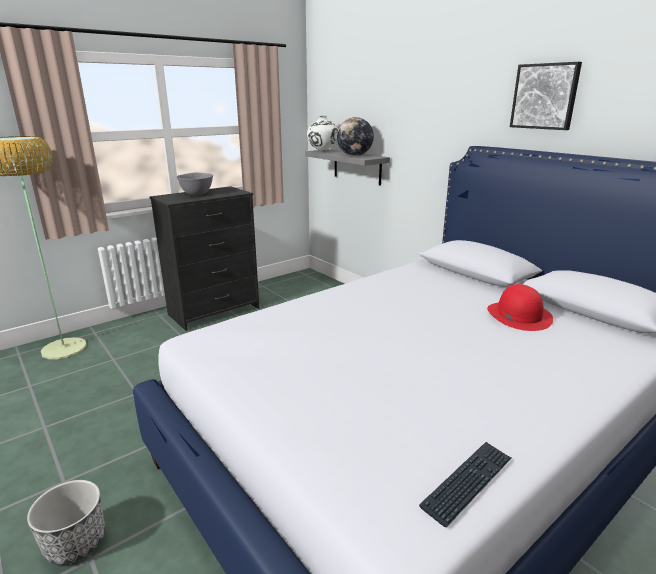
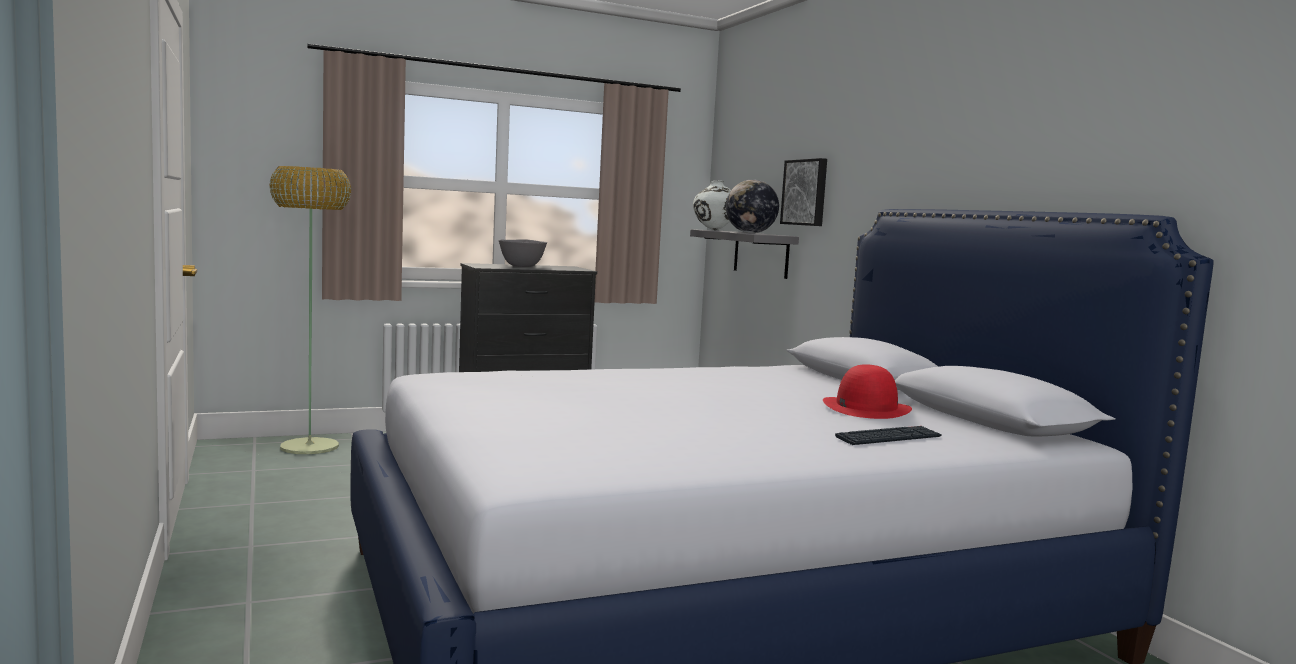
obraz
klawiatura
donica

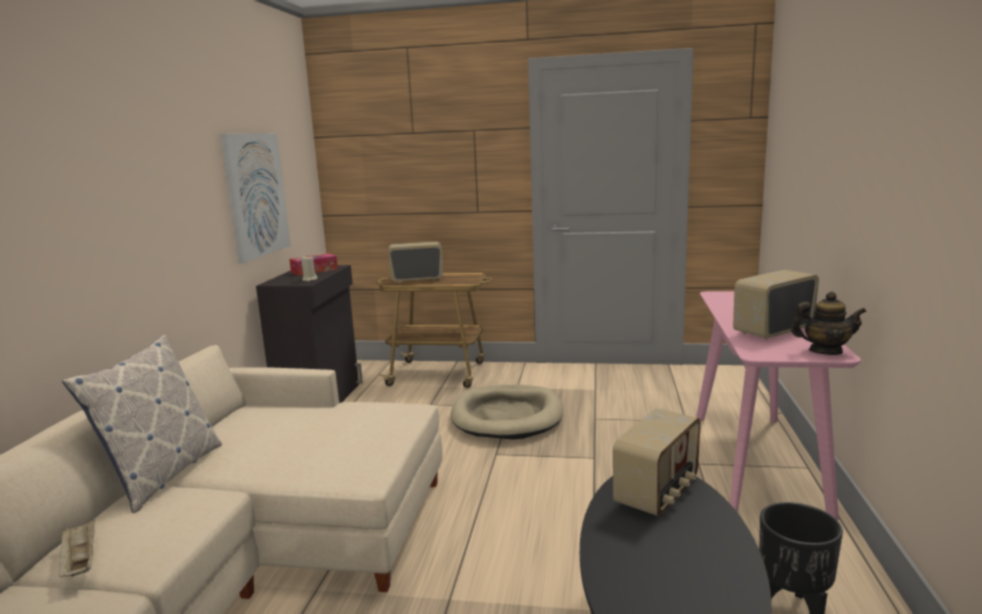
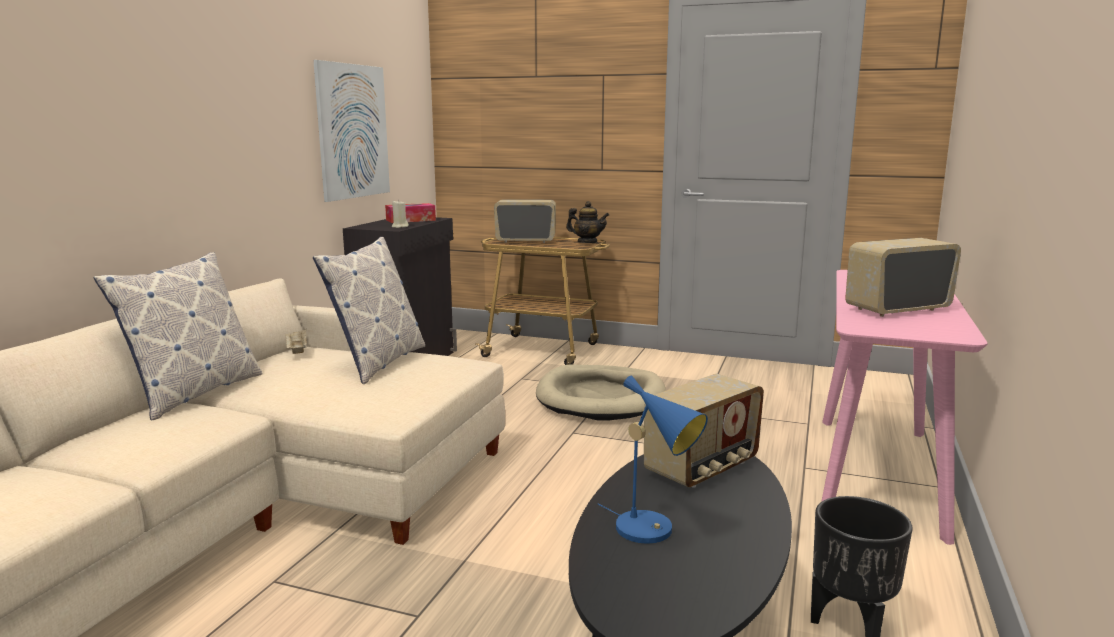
imbryk
taca [beżowy]
poduszka (no. 2 from left)
lampa stołowa [niebieski]

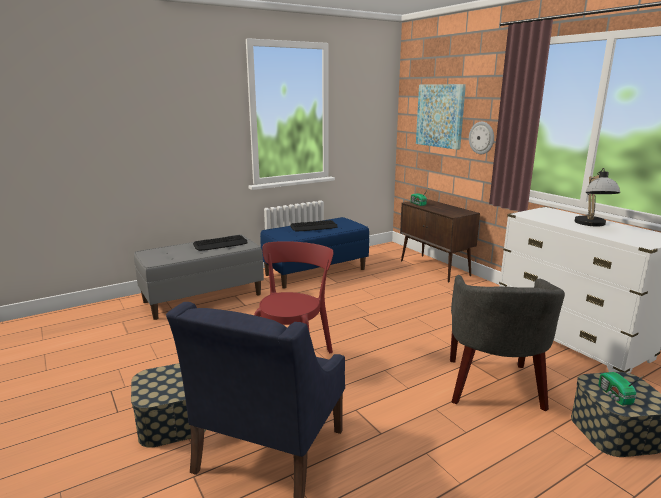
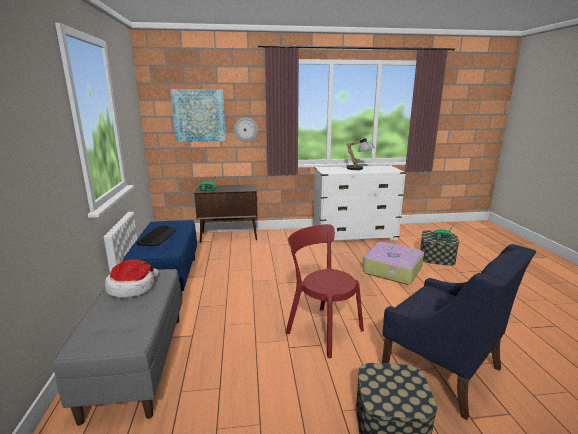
kapelusz
walizka

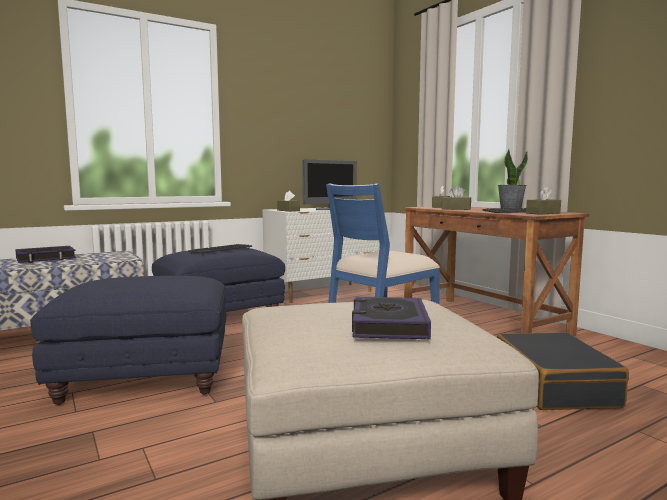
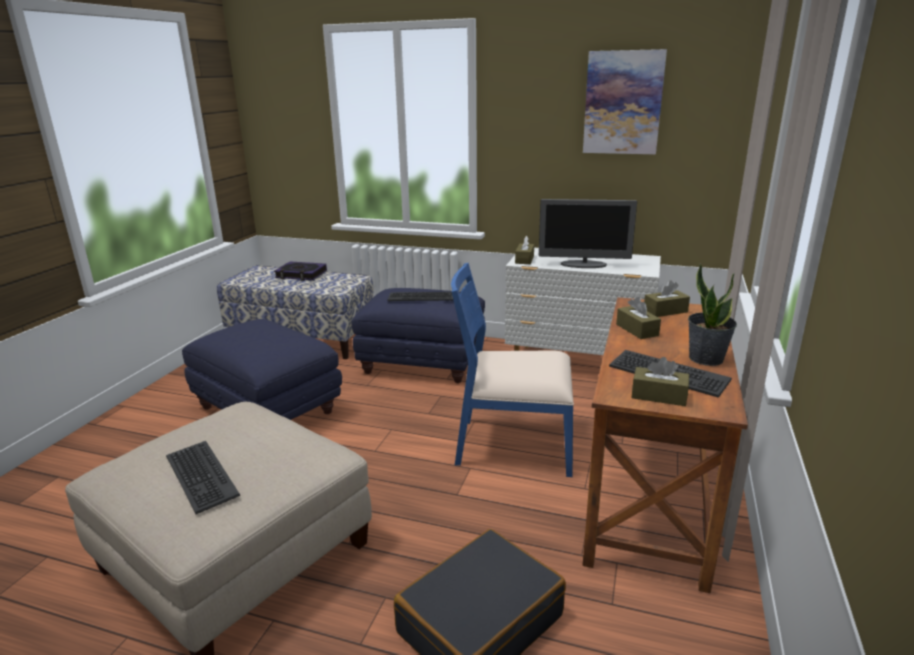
klawiatura (no. 1 from left)
obraz

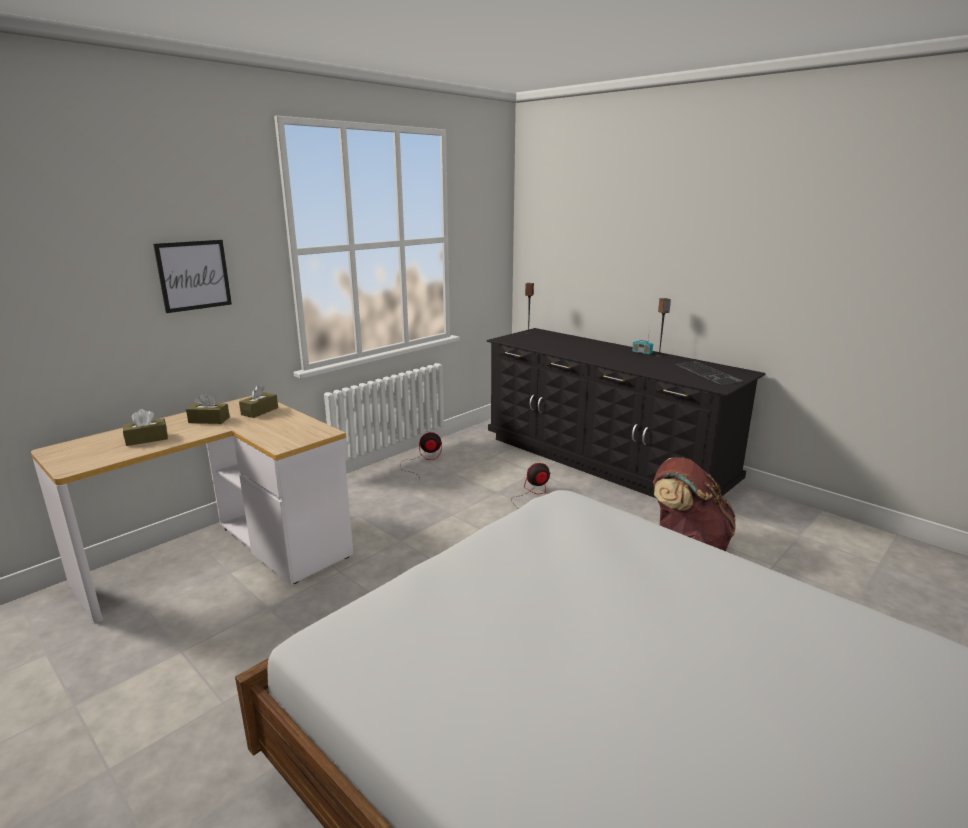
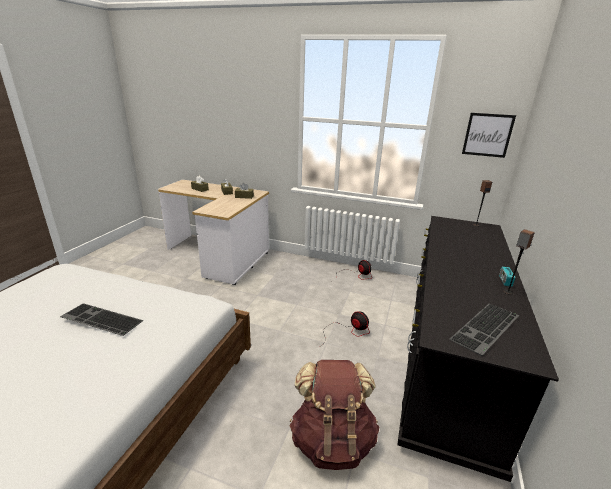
obraz
klawiatura (no. 1 from left)

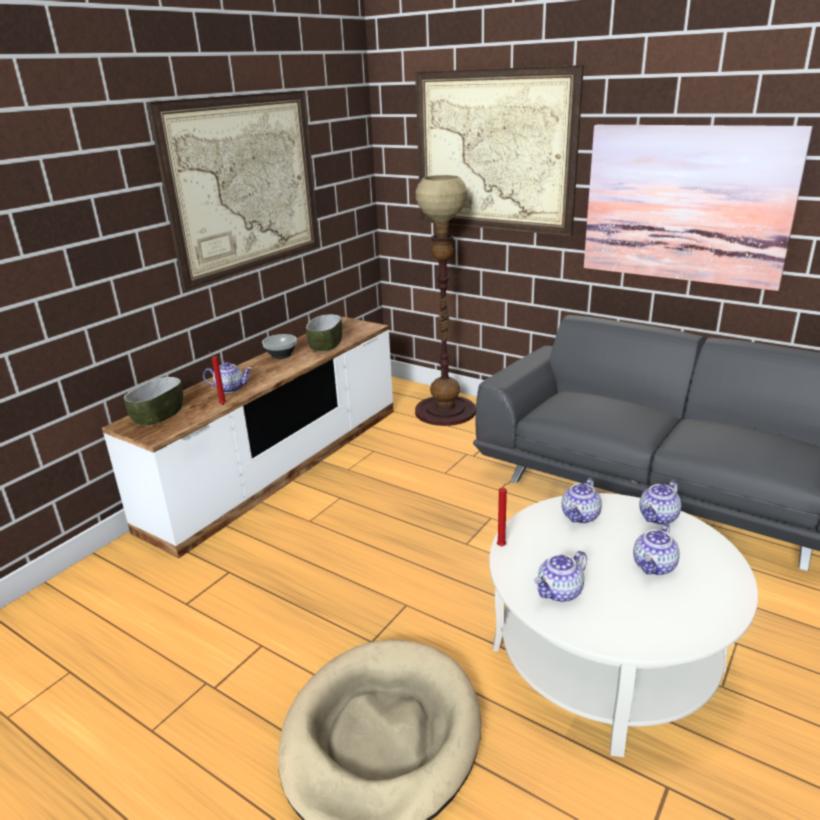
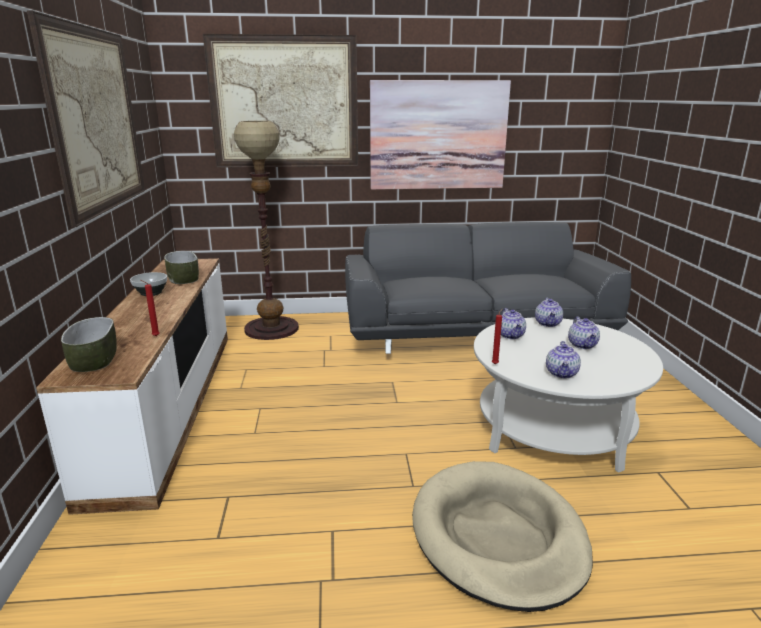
imbryk (no. 1 from left in the first image)

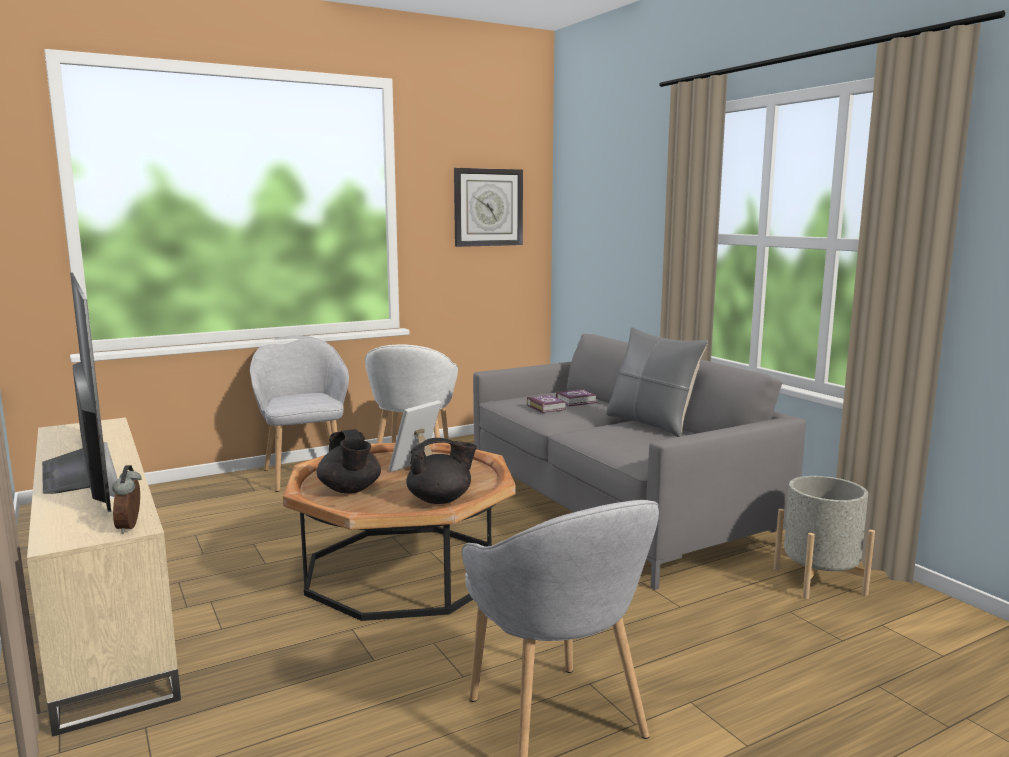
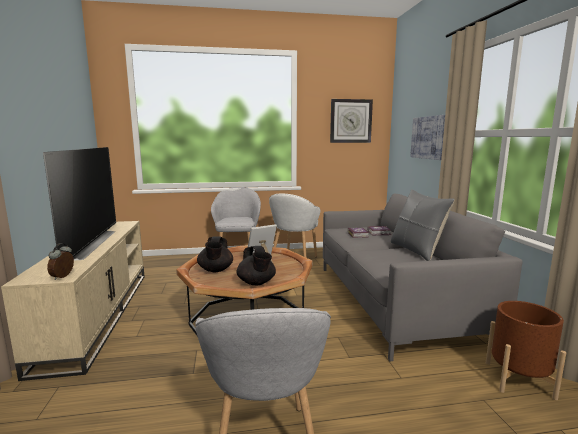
imbryk [czarny] (no. 2 from left)
donica [brązowy]
obraz

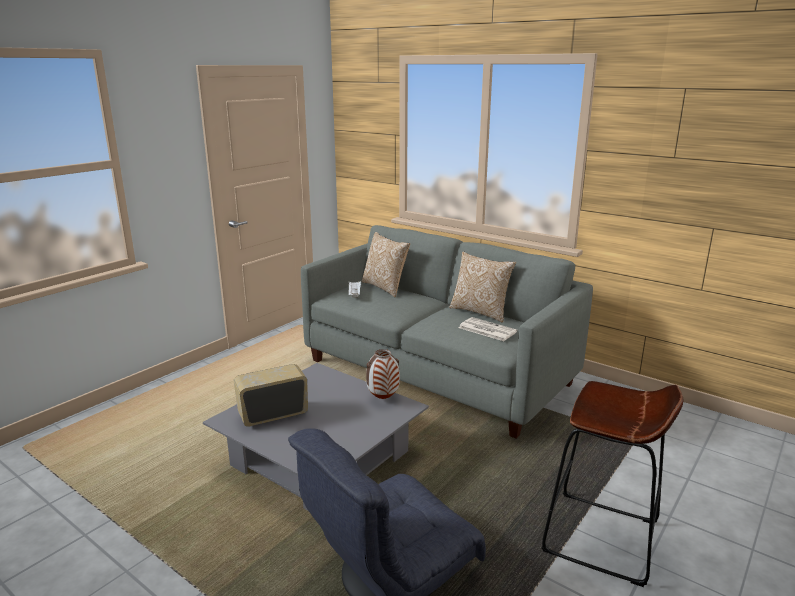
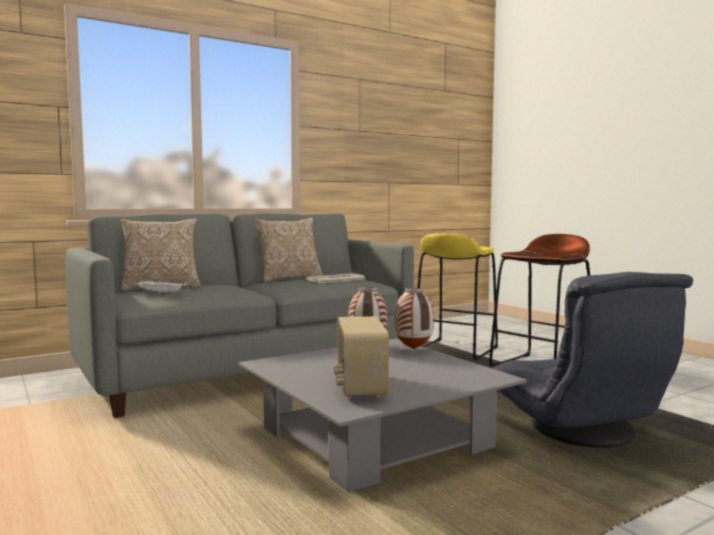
stołek [żółty]
wazon (no. 2 from left)

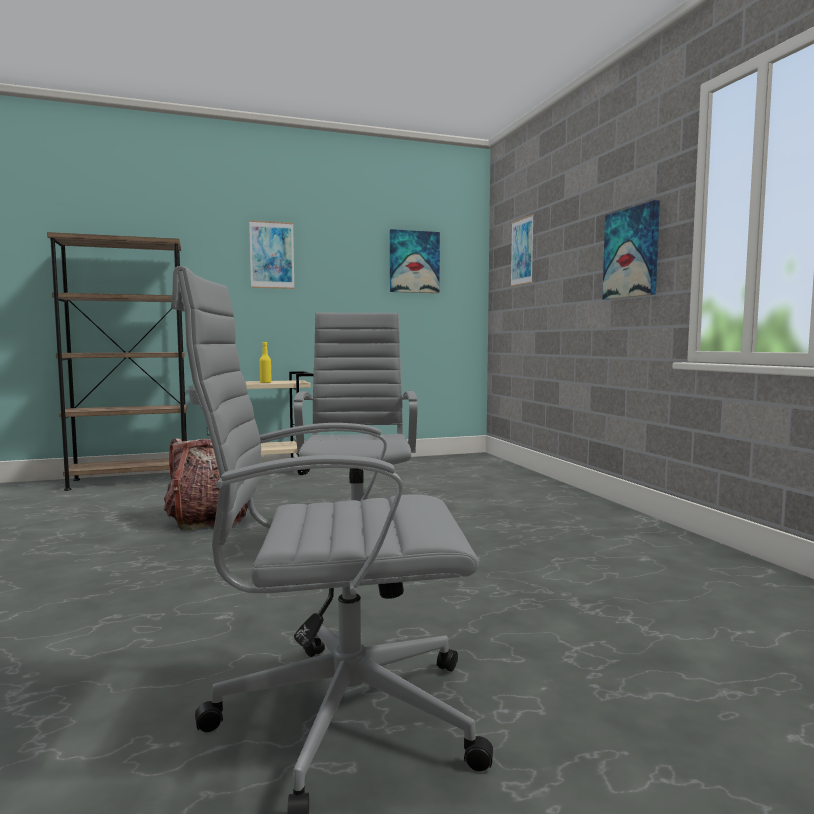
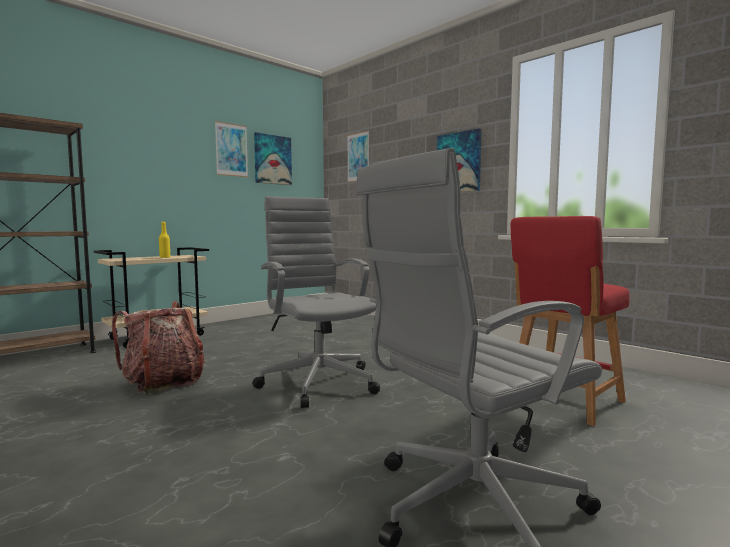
obraz (no. 1 from left)
stołek [czerwony]

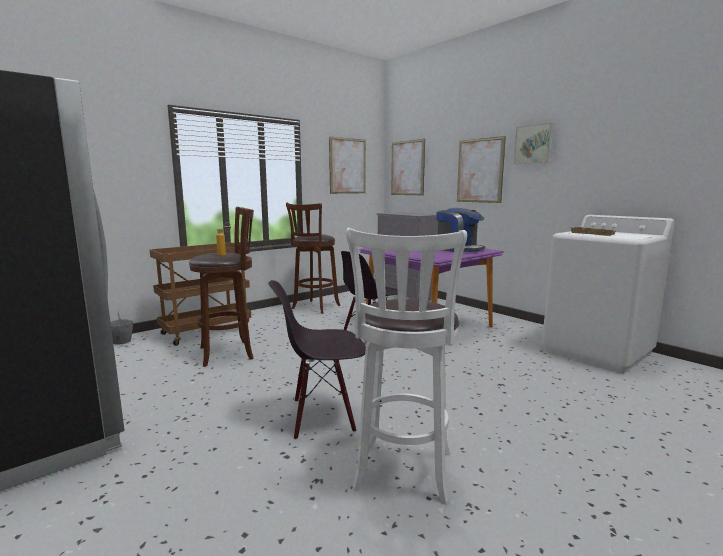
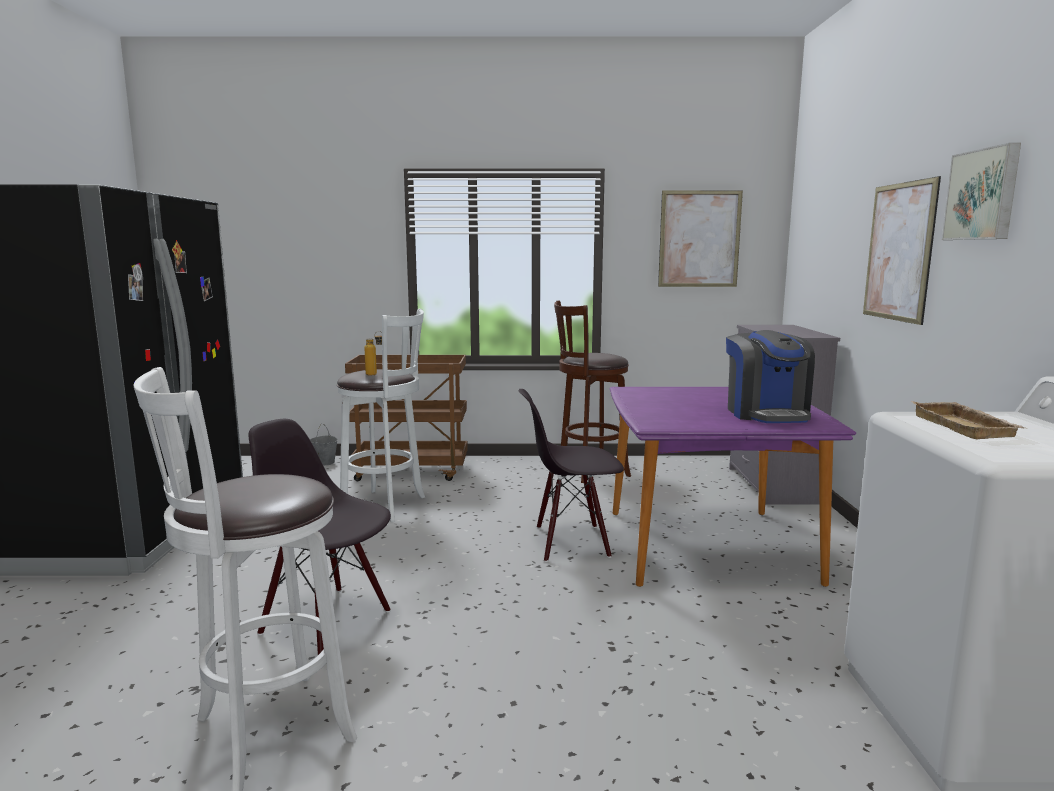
obraz (no. 2 from left in the first image)
stołek [biały] (no. 2 from left)

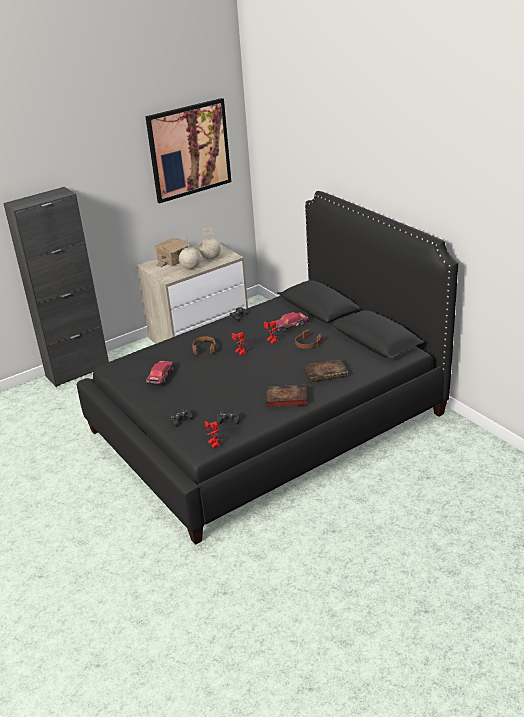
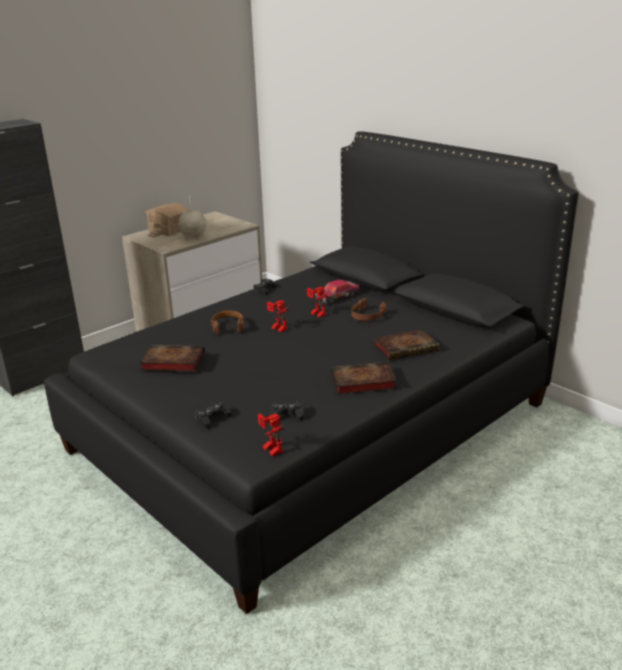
obraz
globus (no. 2 from left in the first image)
książka (no. 1 from left)

